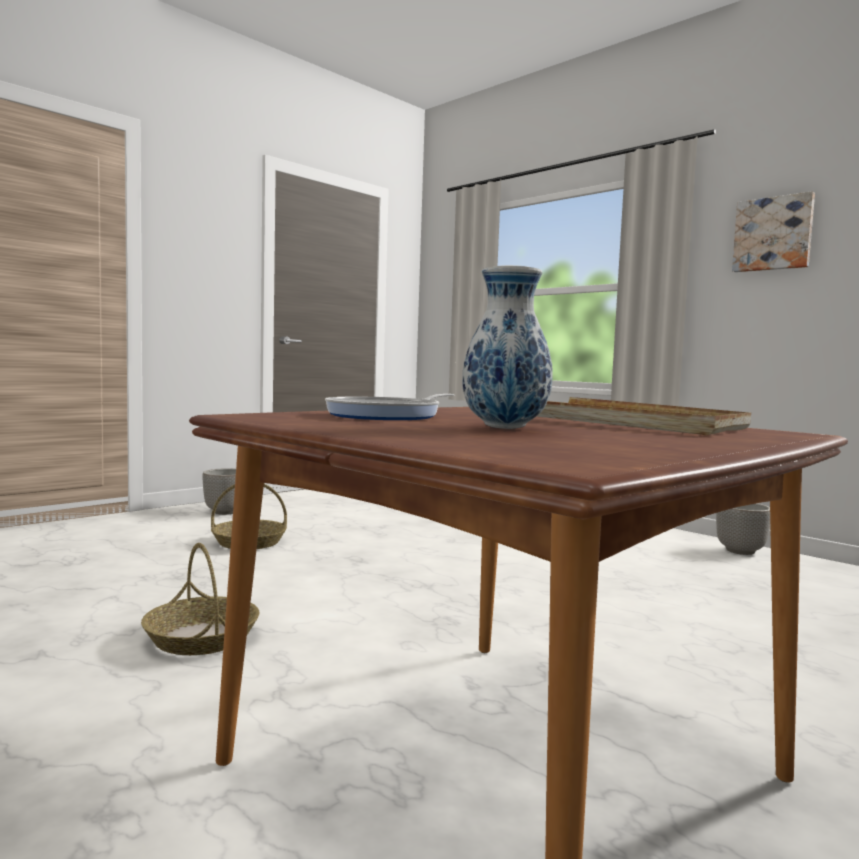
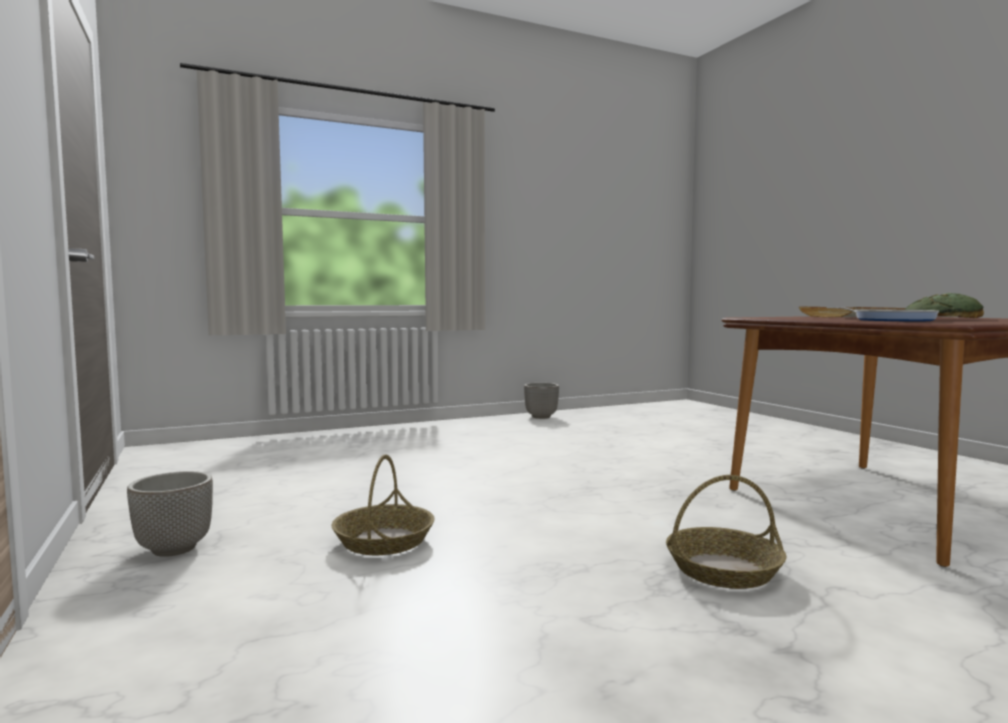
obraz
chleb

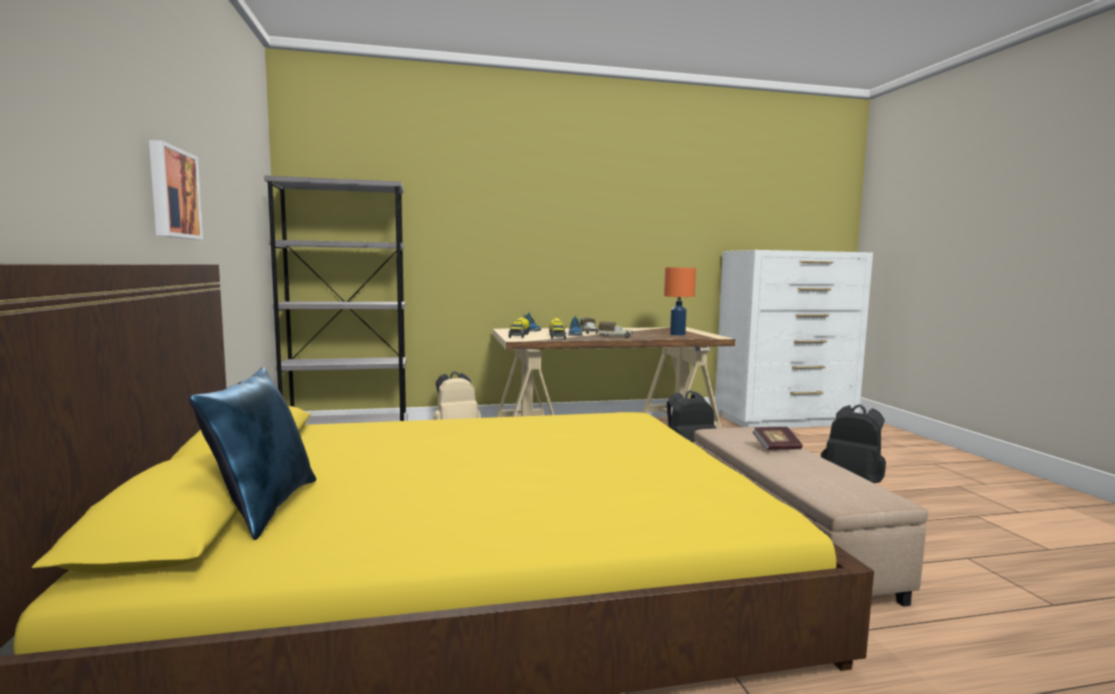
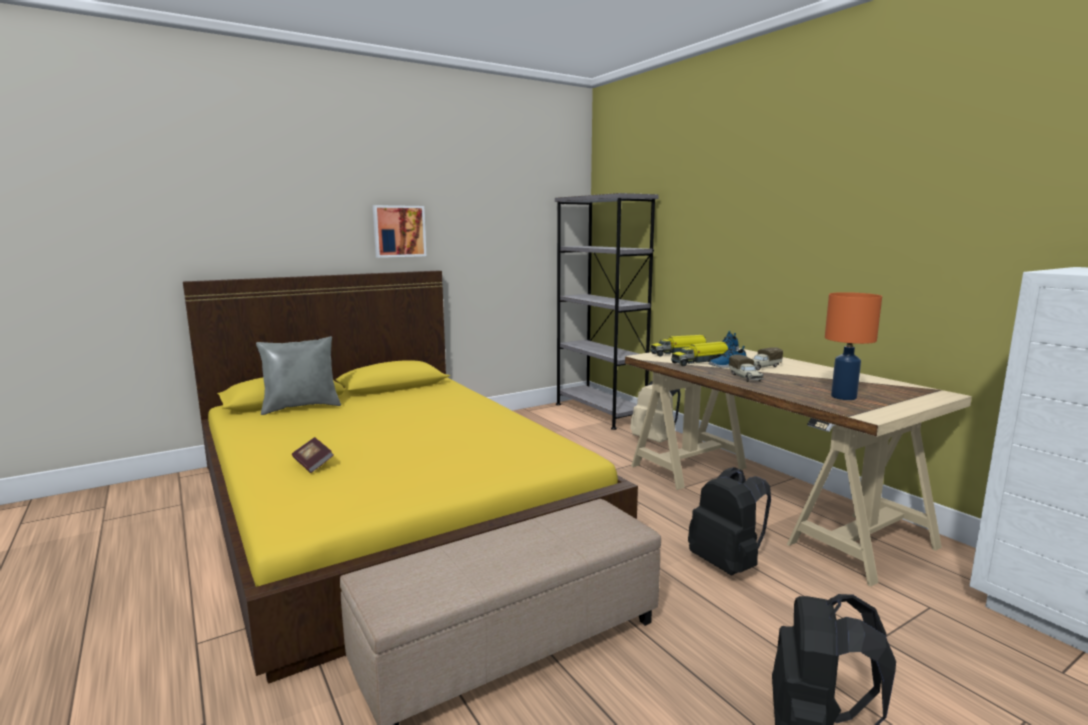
poduszka [szary]
książka

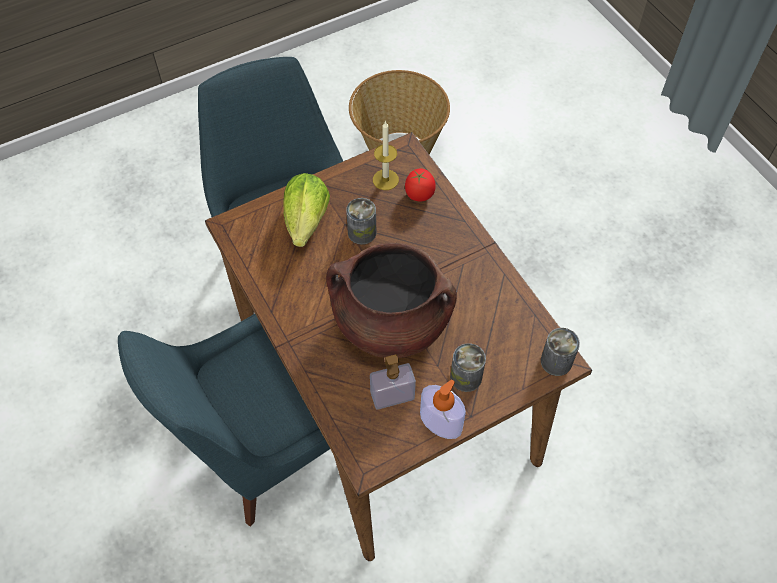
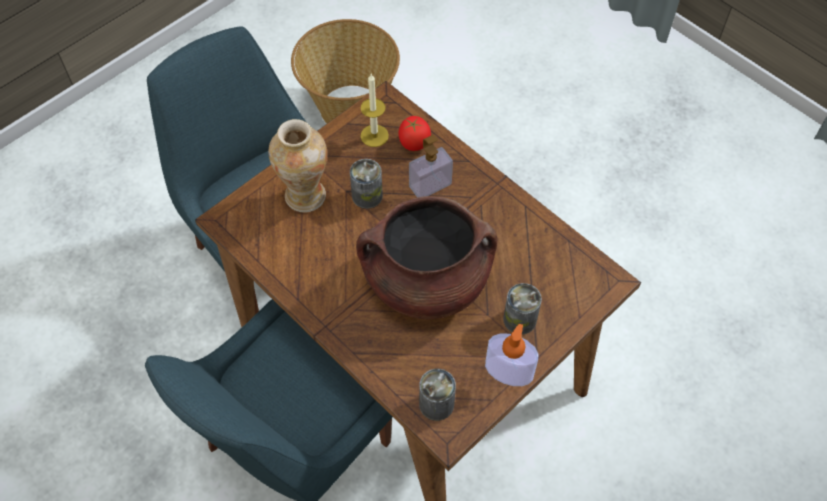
wazon
puszka (no. 2 from left)
dozownik mydła (no. 1 from left)

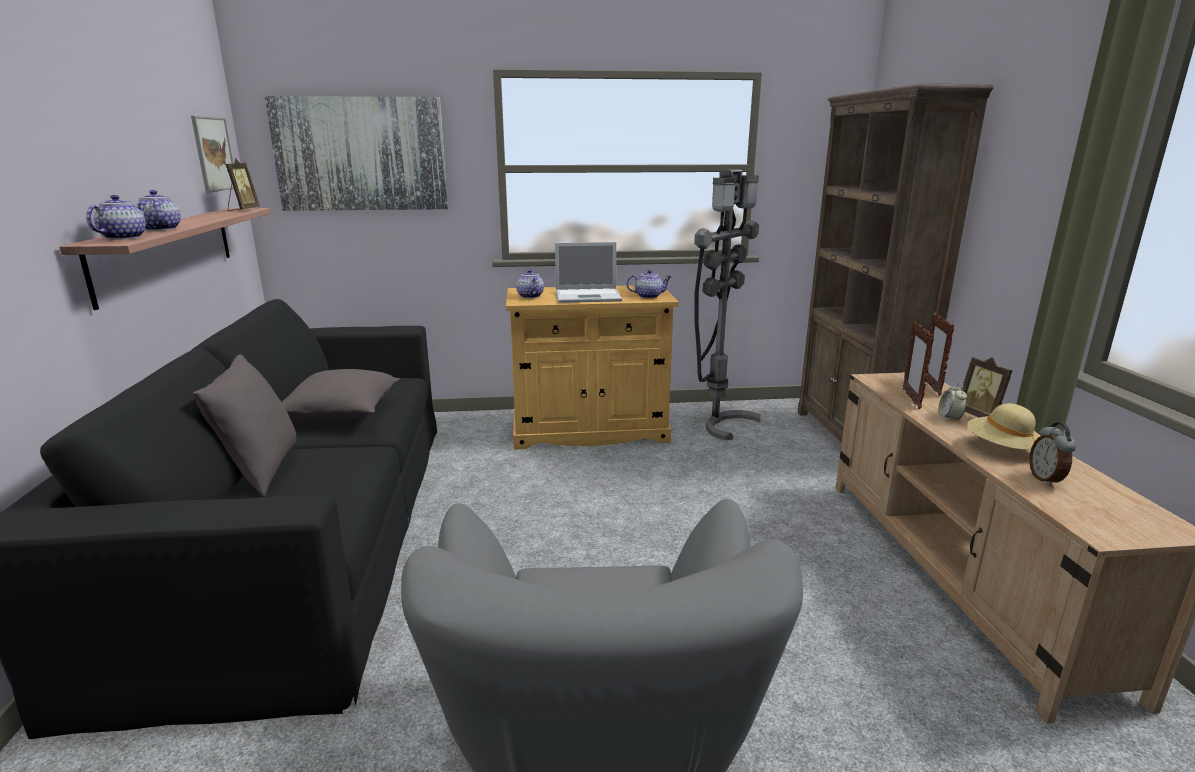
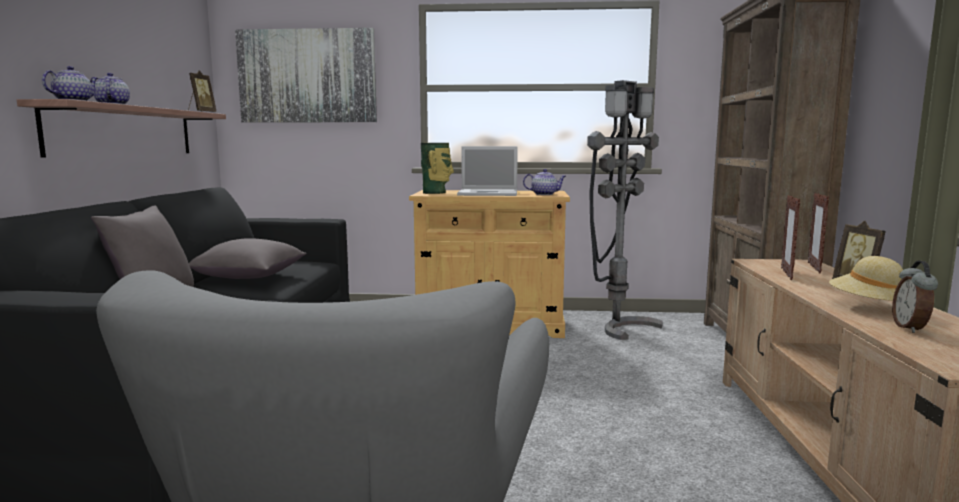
obraz (no. 1 from left in the first image)
wazon
budzik (no. 1 from left in the first image)

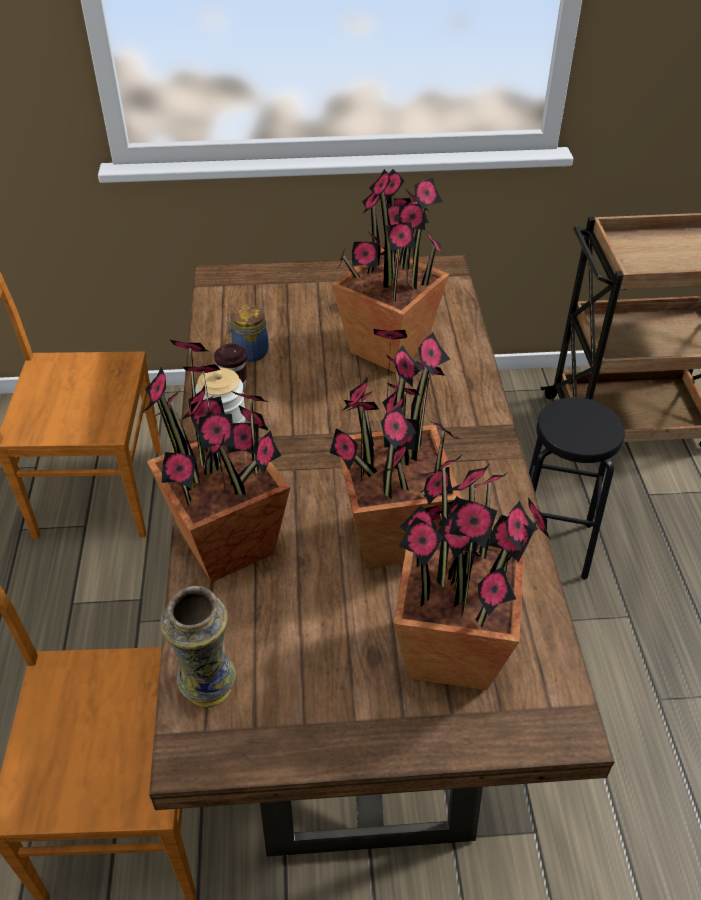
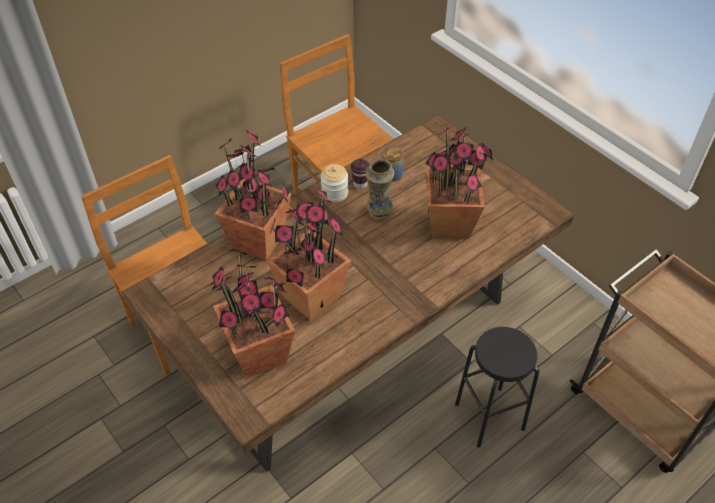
wazon

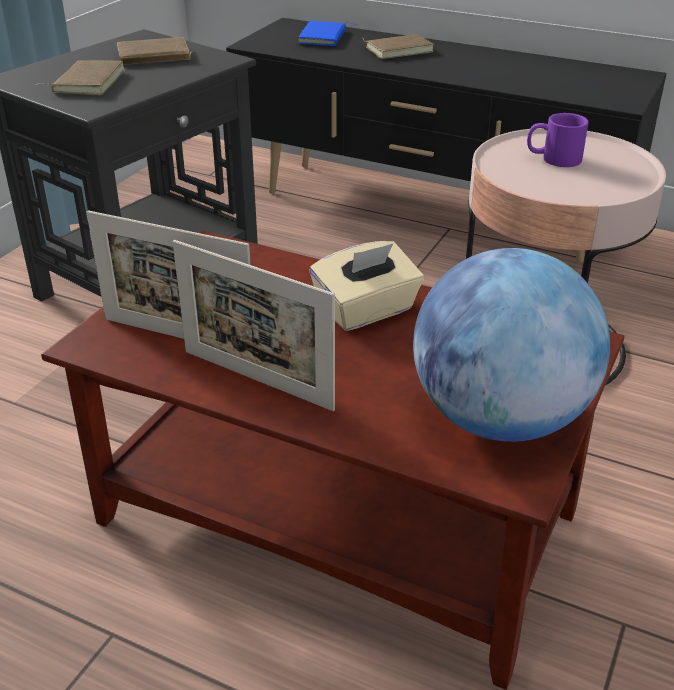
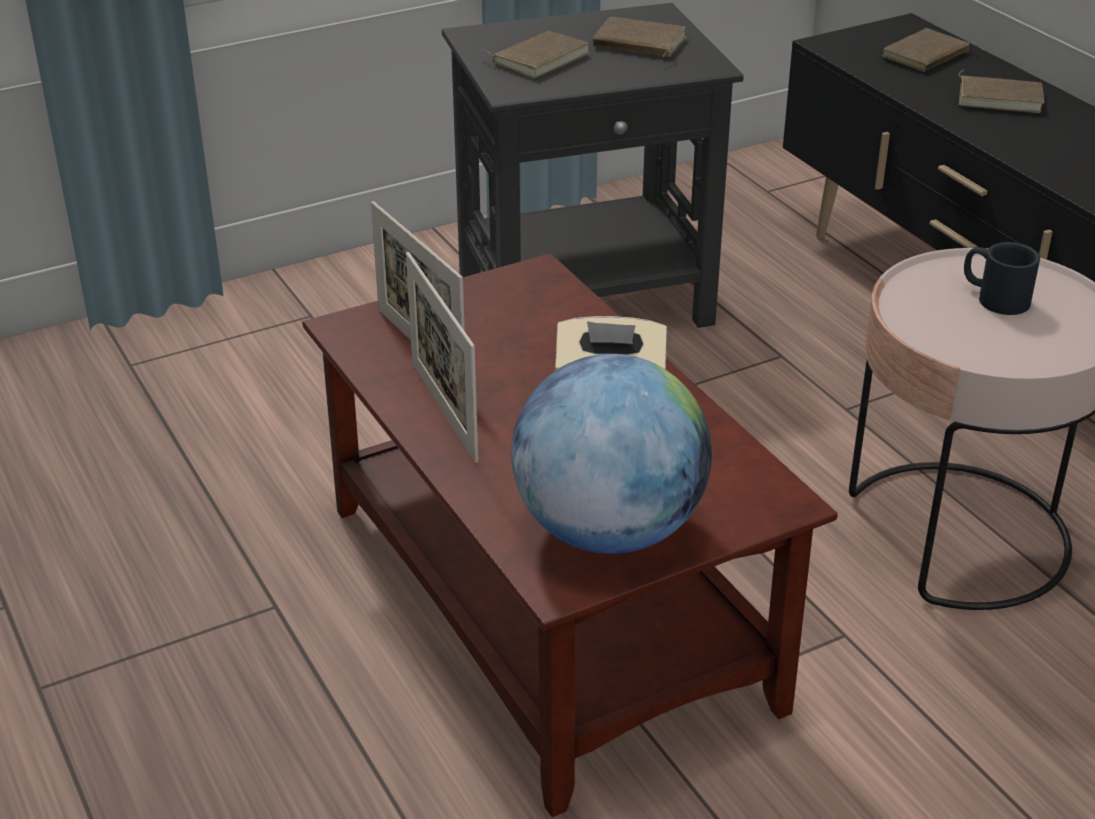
książka [brązowy] (no. 3 from left)
kubek [czarny]

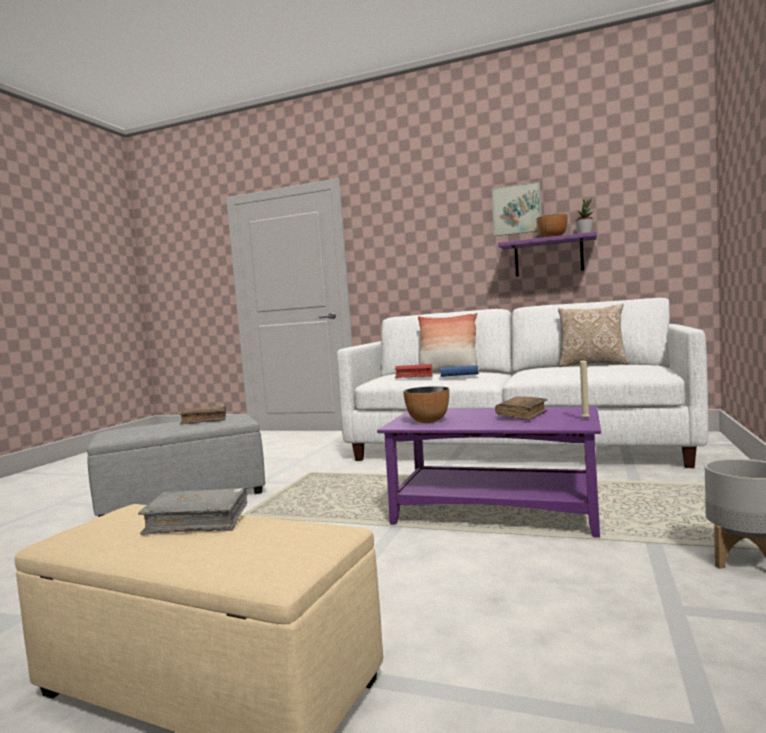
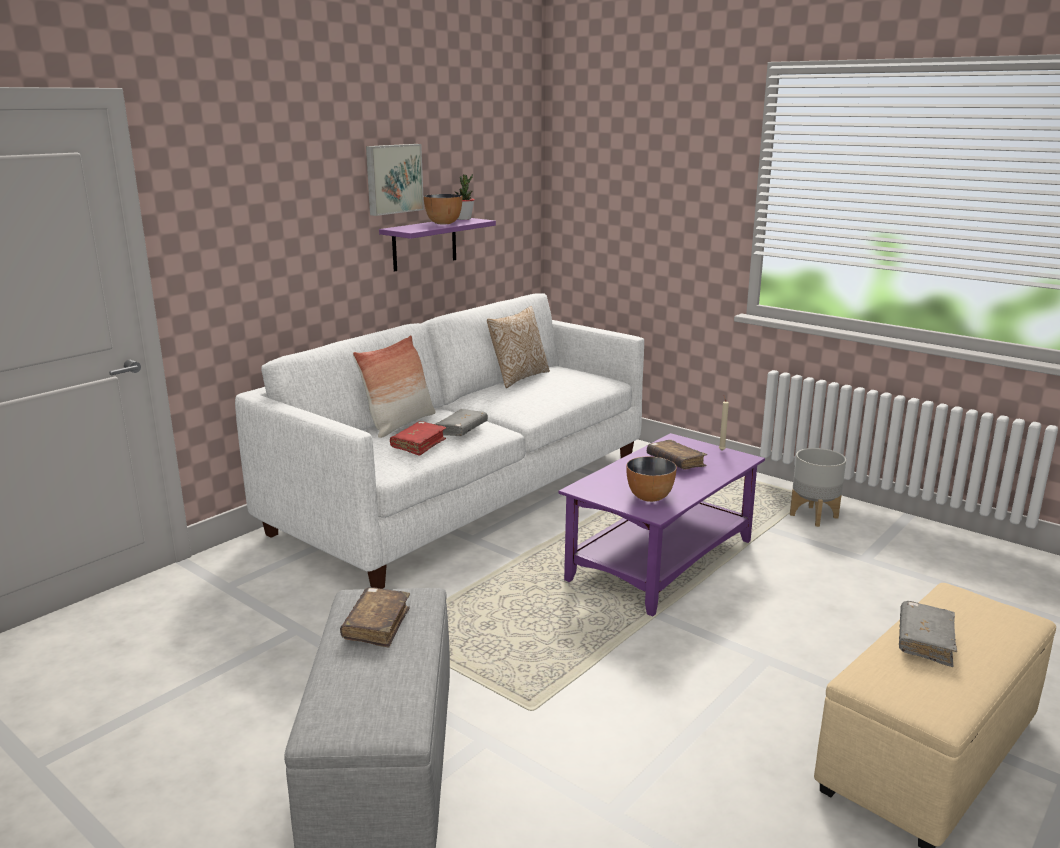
książka [szary] (no. 1 from left)

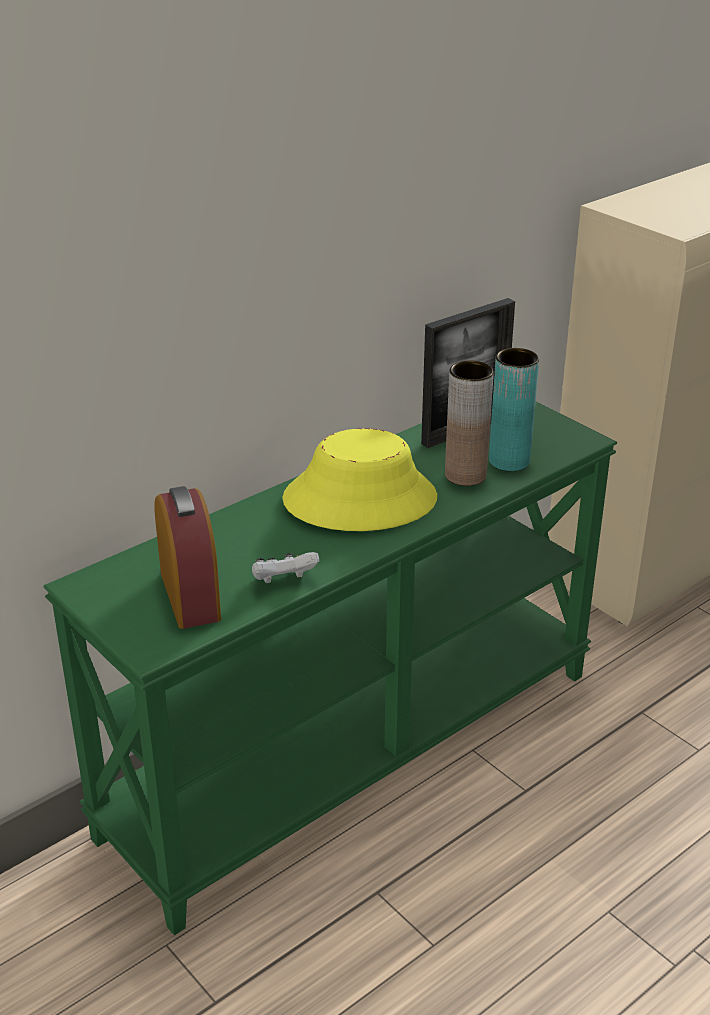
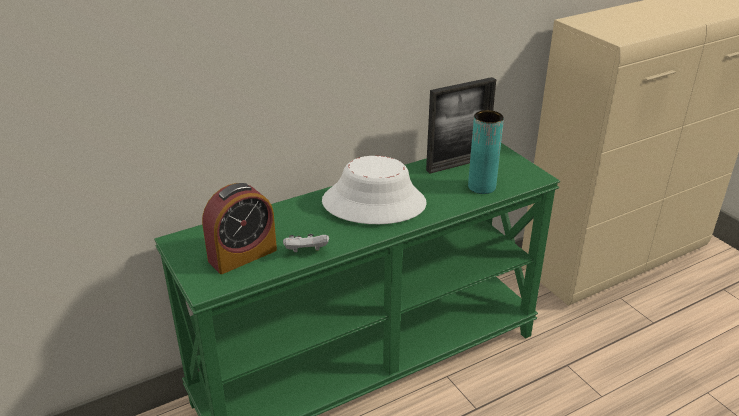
wazon [brązowy]
kapelusz [biały]
budzik

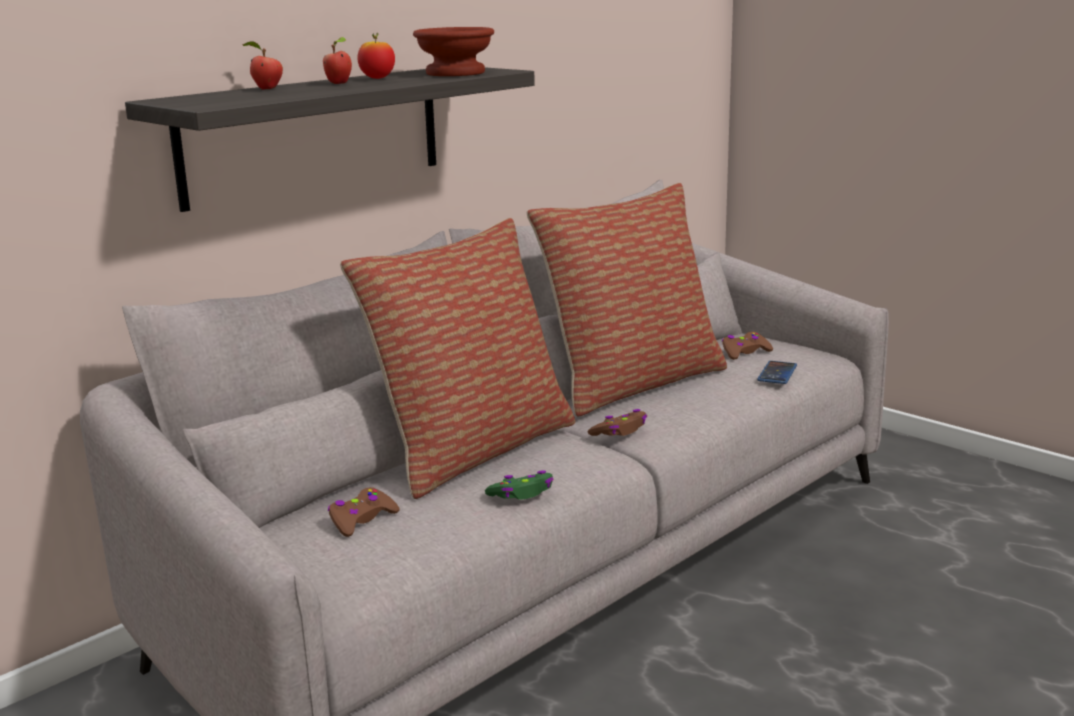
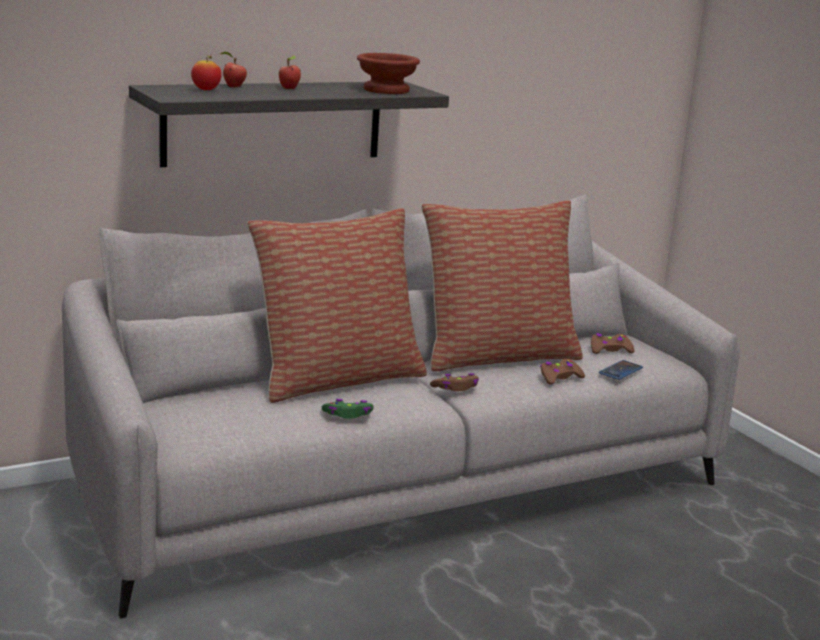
jabłko (no. 1 from left)
pad do gier [brązowy] (no. 2 from left)

